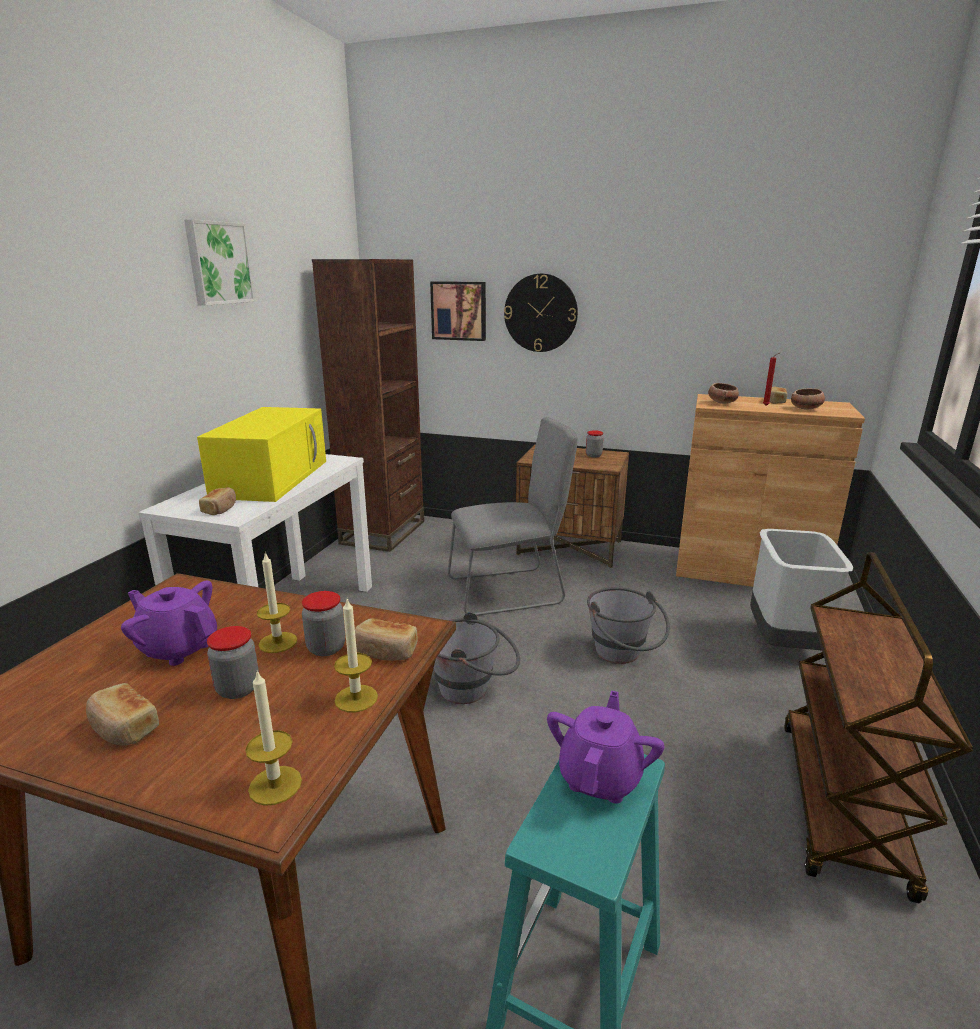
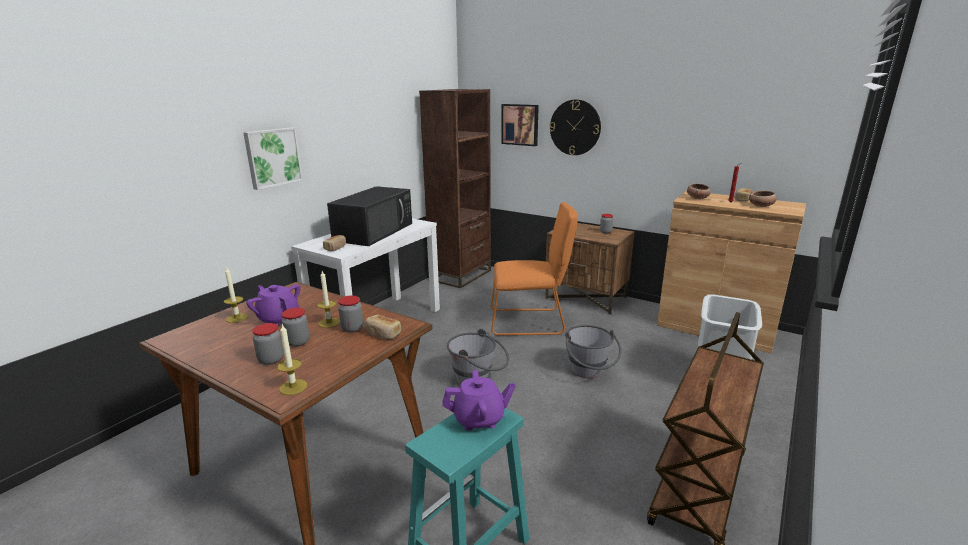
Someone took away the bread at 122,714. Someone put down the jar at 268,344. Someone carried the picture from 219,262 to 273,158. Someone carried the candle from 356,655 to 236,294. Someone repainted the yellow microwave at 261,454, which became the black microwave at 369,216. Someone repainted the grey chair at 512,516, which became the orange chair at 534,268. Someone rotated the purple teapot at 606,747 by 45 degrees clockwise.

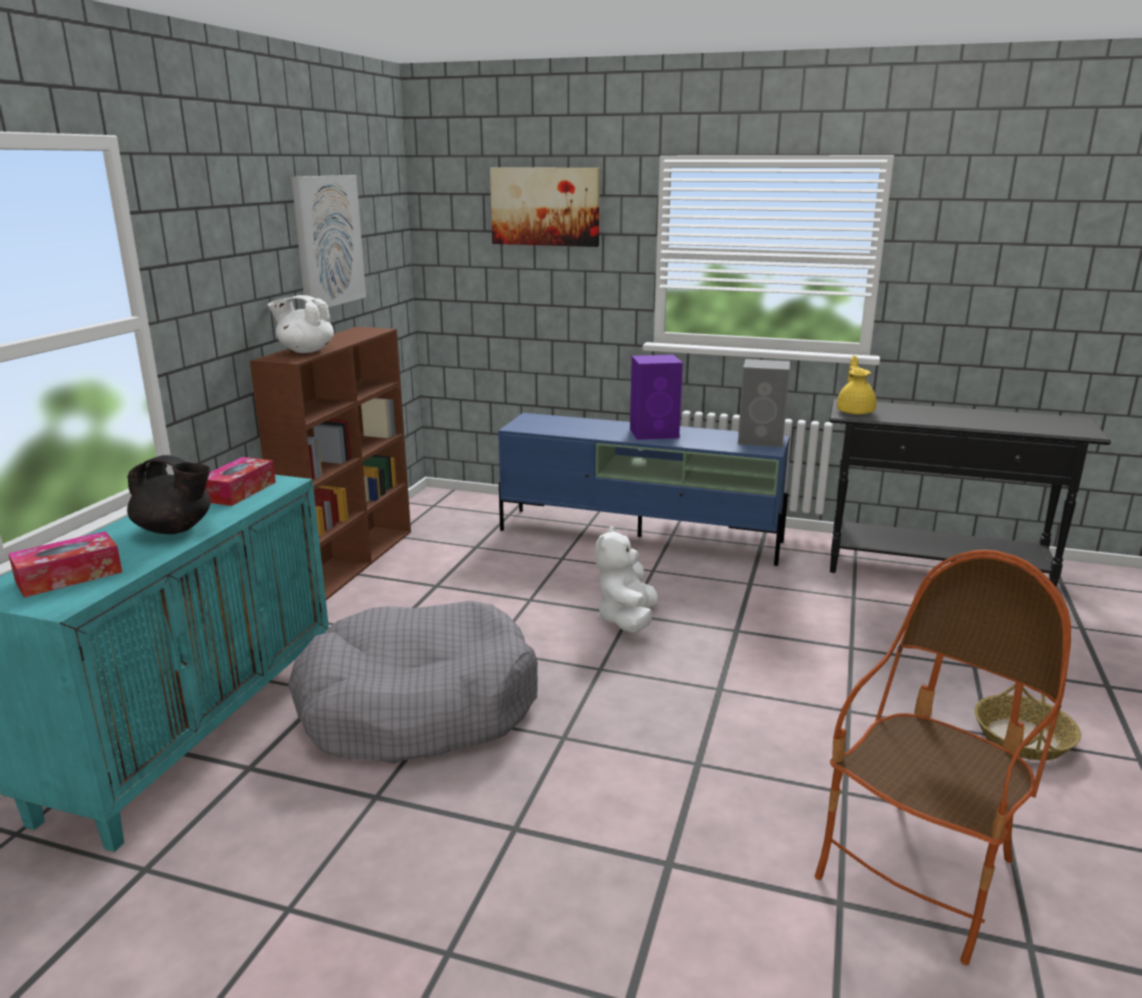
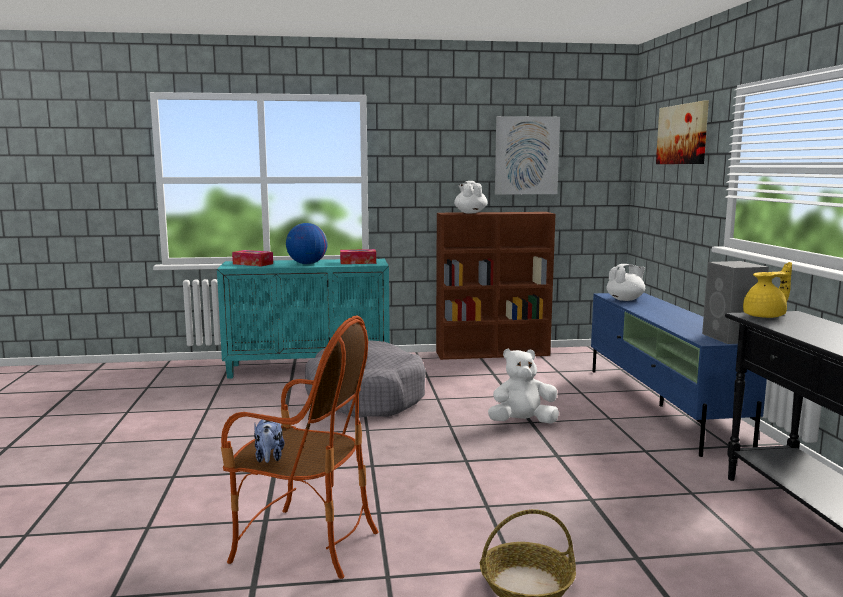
Someone took away the purple speaker at 656,397. Someone put down the plush toy at 269,441. Someone put down the white teapot at 626,282. Someone swapped the black teapot at 169,494 for the globe at 307,243.

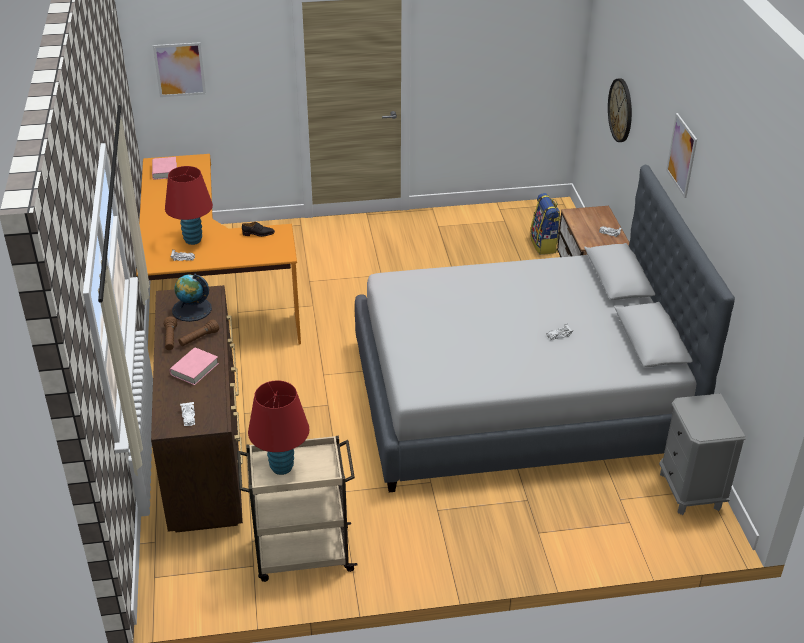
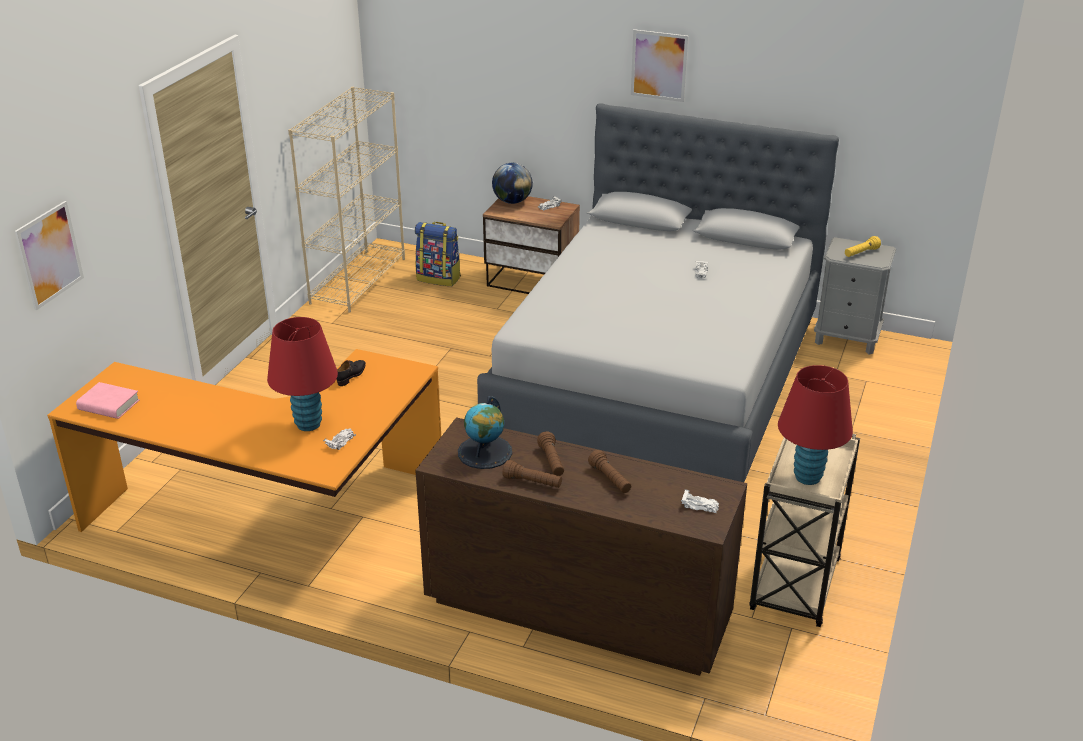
Someone took away the wall clock at 620,110. Someone put down the beige bookcase at 346,200. Someone put down the globe at 512,183. Someone put down the yellow flashlight at 863,246. Someone swapped the pink book at 194,366 for the brown flashlight at 609,471.

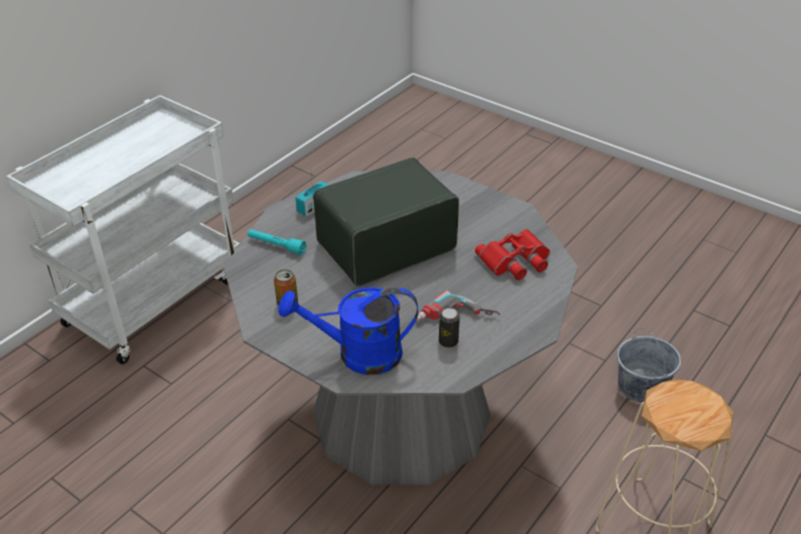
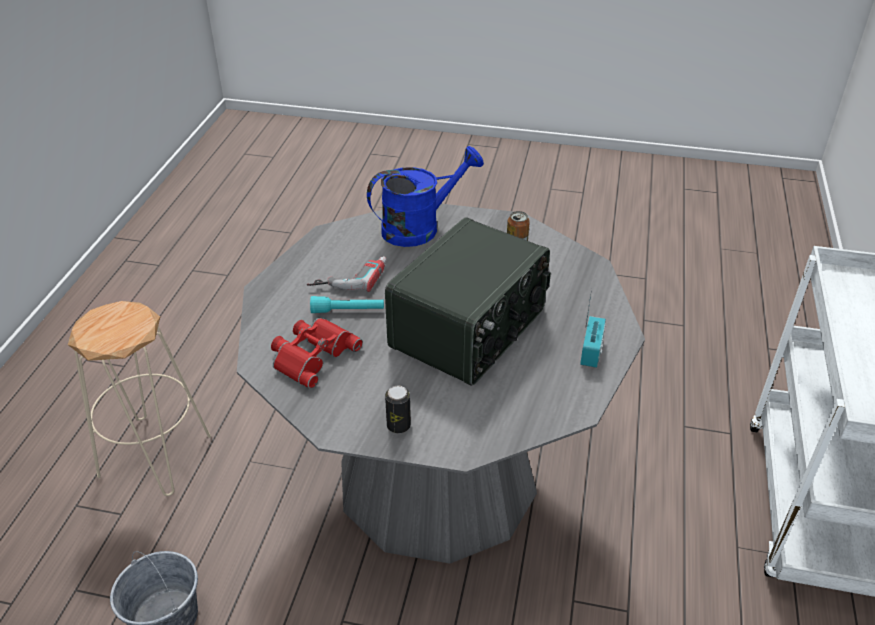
Someone carried the turquoise flashlight from 277,242 to 347,304. Someone carried the can from 449,328 to 398,409.

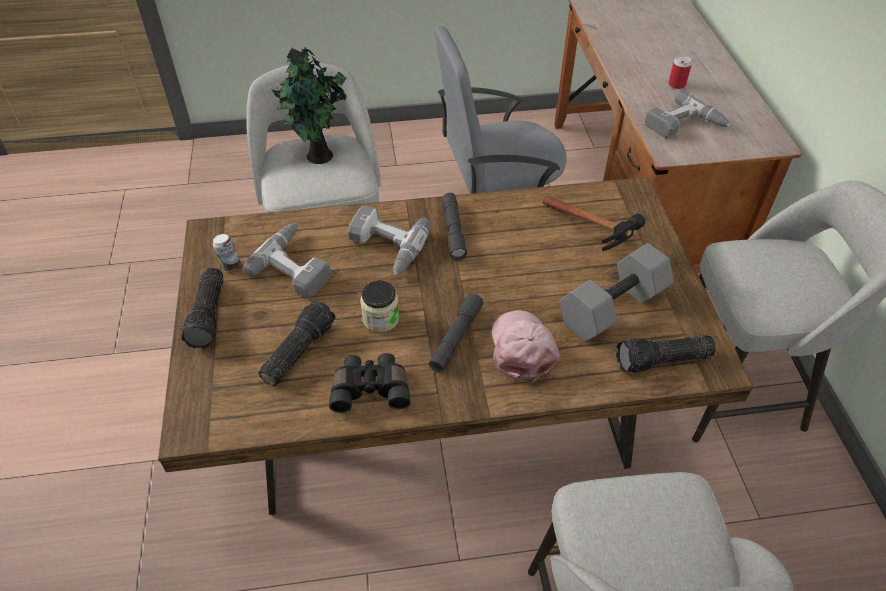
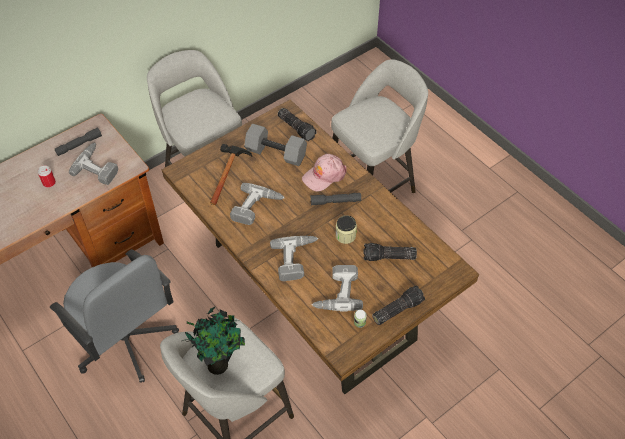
Someone took away the black binoculars at 369,383. Someone put down the power drill at 257,204. Someone carried the grey flashlight from 454,227 to 78,141.

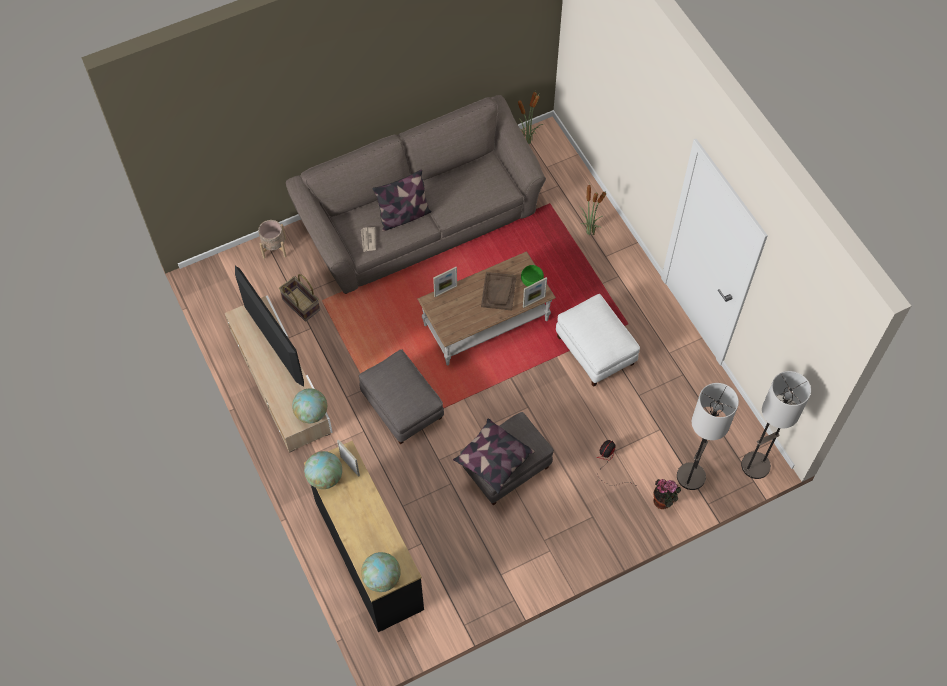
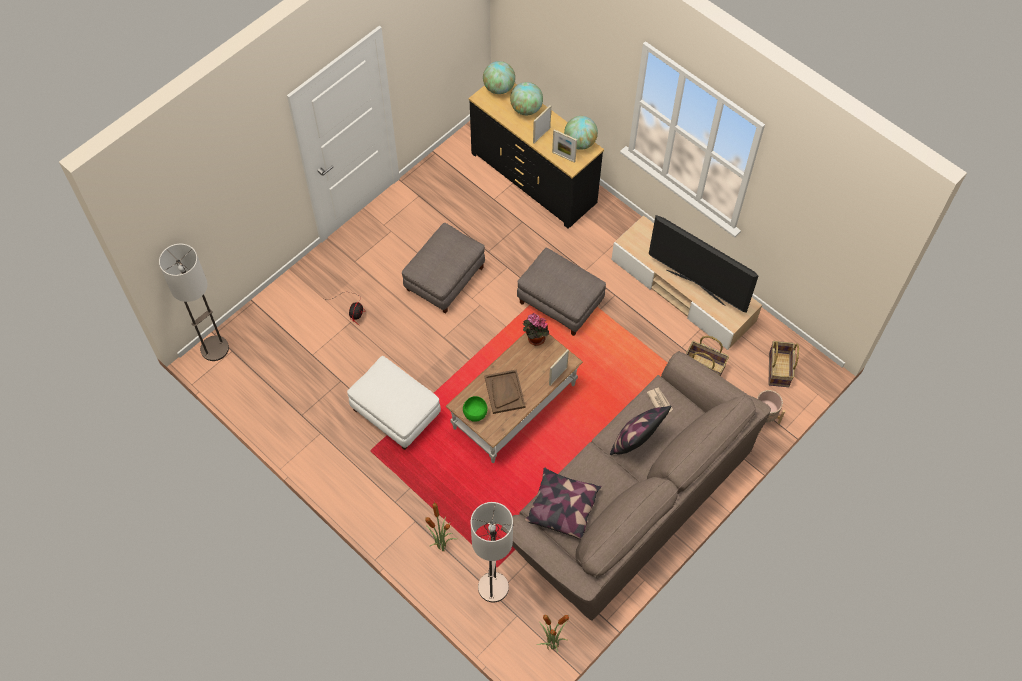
Someone put down the basket at 784,364. Someone carried the globe from 309,405 to 526,98. Someone carried the pillow from 494,456 to 563,503. Someone carried the picture frame from 535,292 to 542,124. Someone carried the potted plant from 667,494 to 536,329. Someone carried the floor lamp from 708,436 to 492,552.

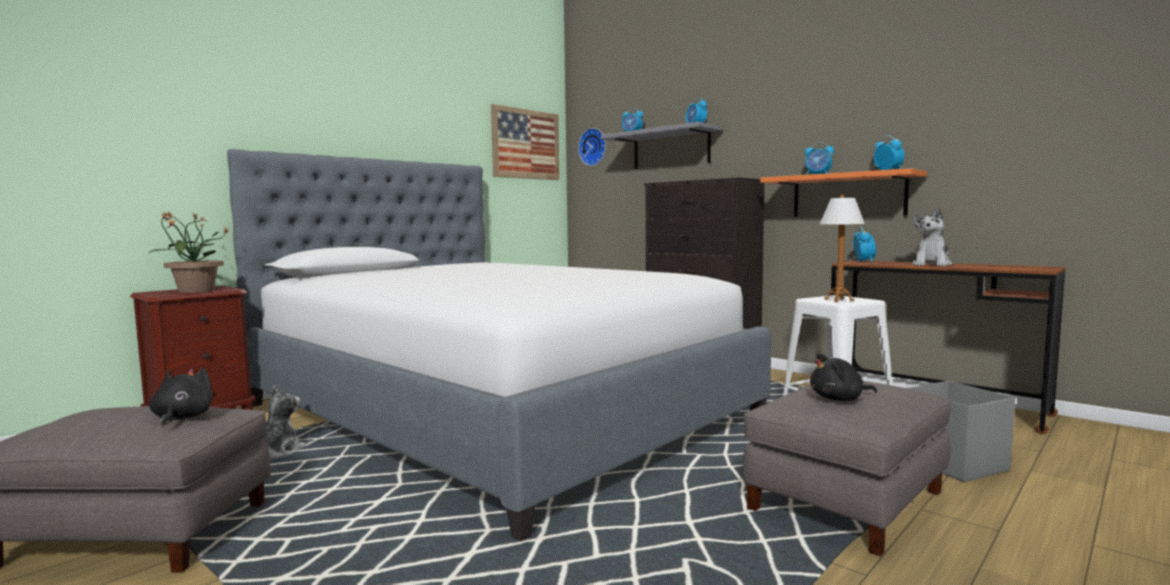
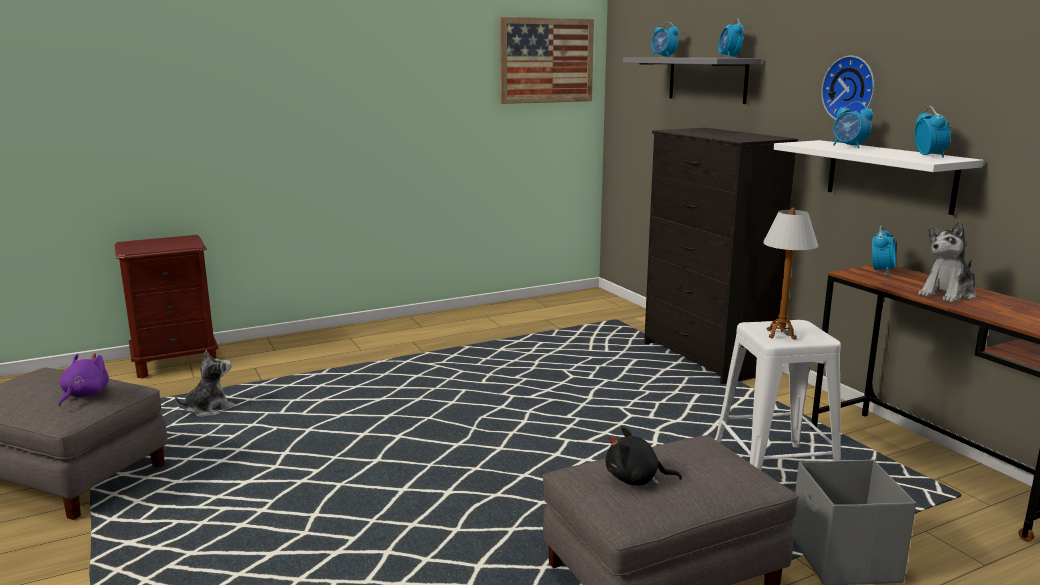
Someone took away the potted plant at 189,252. Someone took away the bed at 499,345. Someone carried the wall clock from 592,147 to 847,88. Someone repainted the black plush toy at 181,398, which became the purple plush toy at 84,379. Someone repainted the orange shelf at 843,192, which became the white shelf at 879,177.

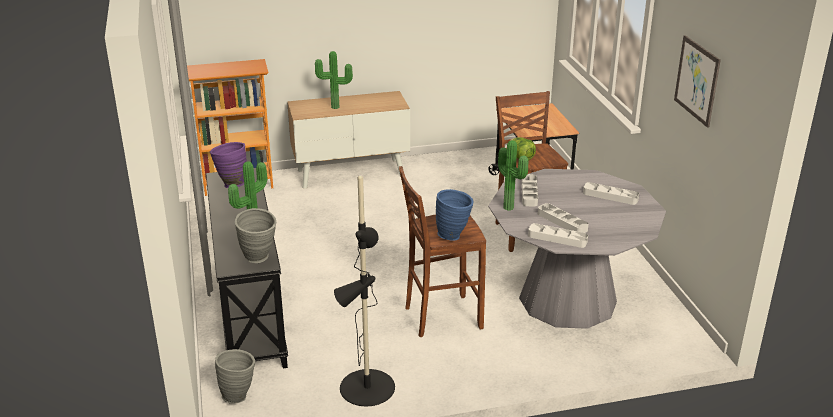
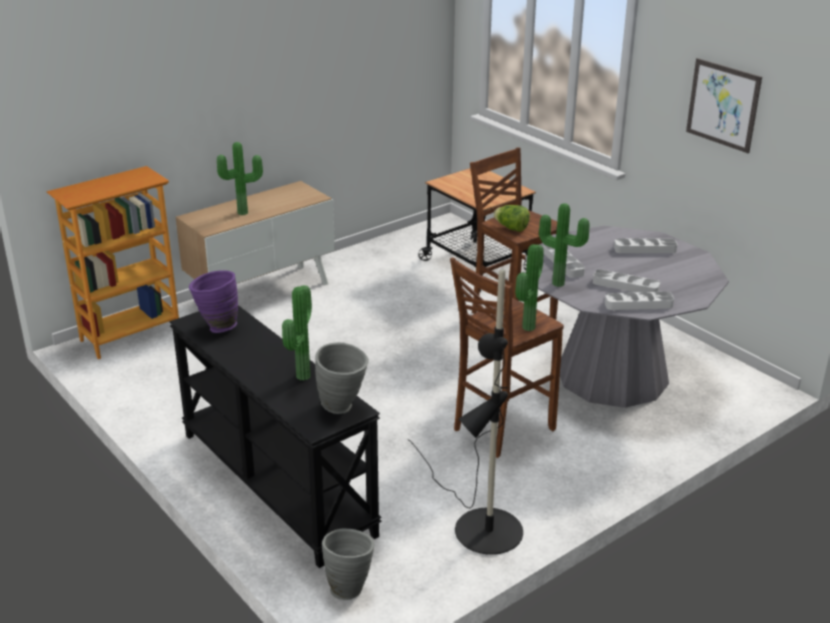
Someone swapped the blue vase at 455,215 for the potted plant at 529,287.

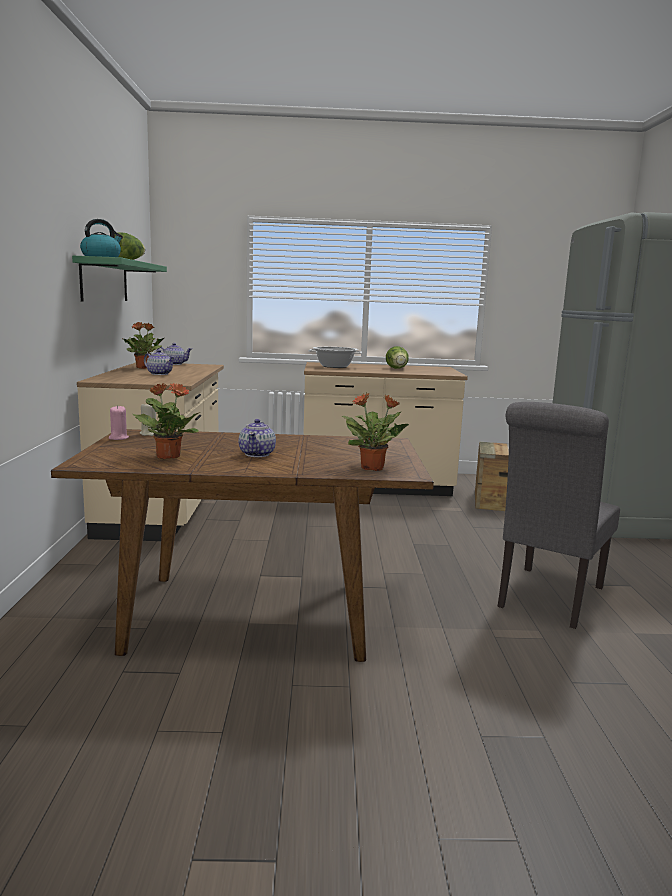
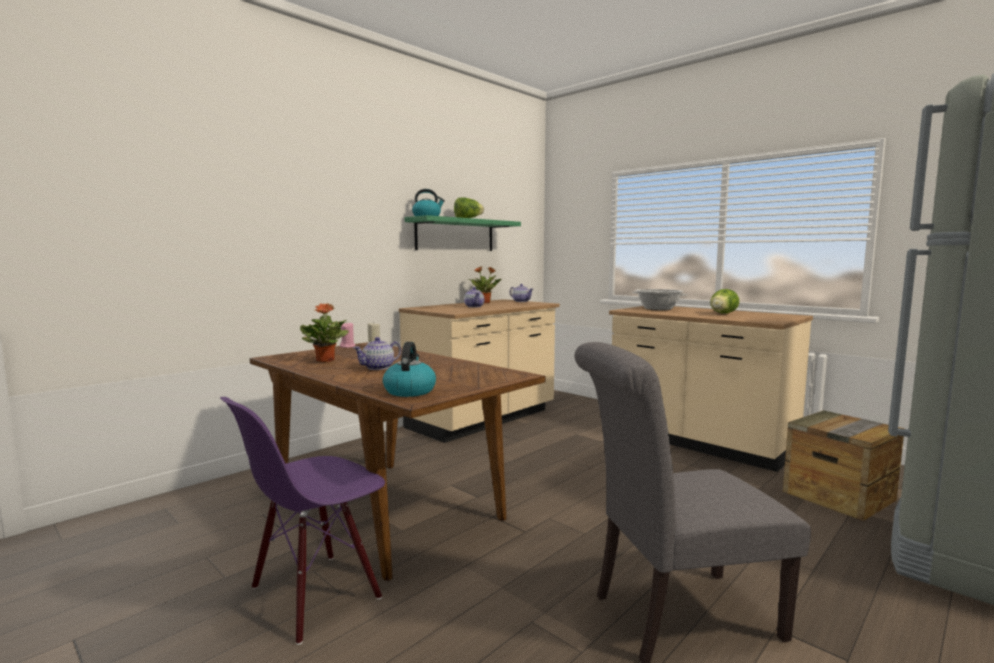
Someone put down the purple chair at 302,521. Someone swapped the potted plant at 375,432 for the kettle at 409,369.

